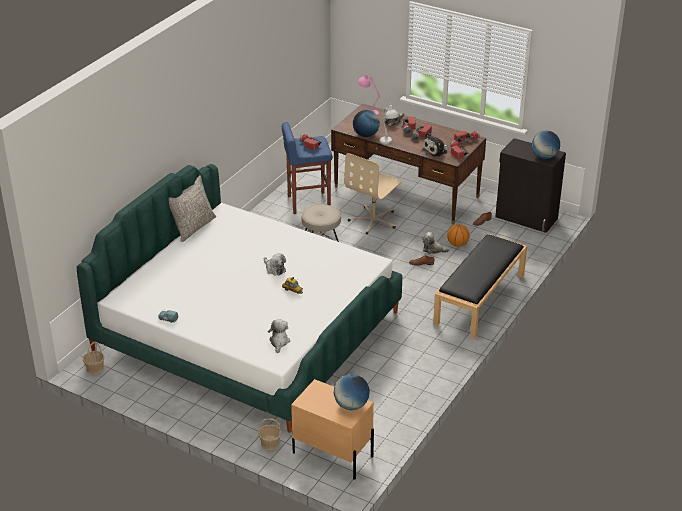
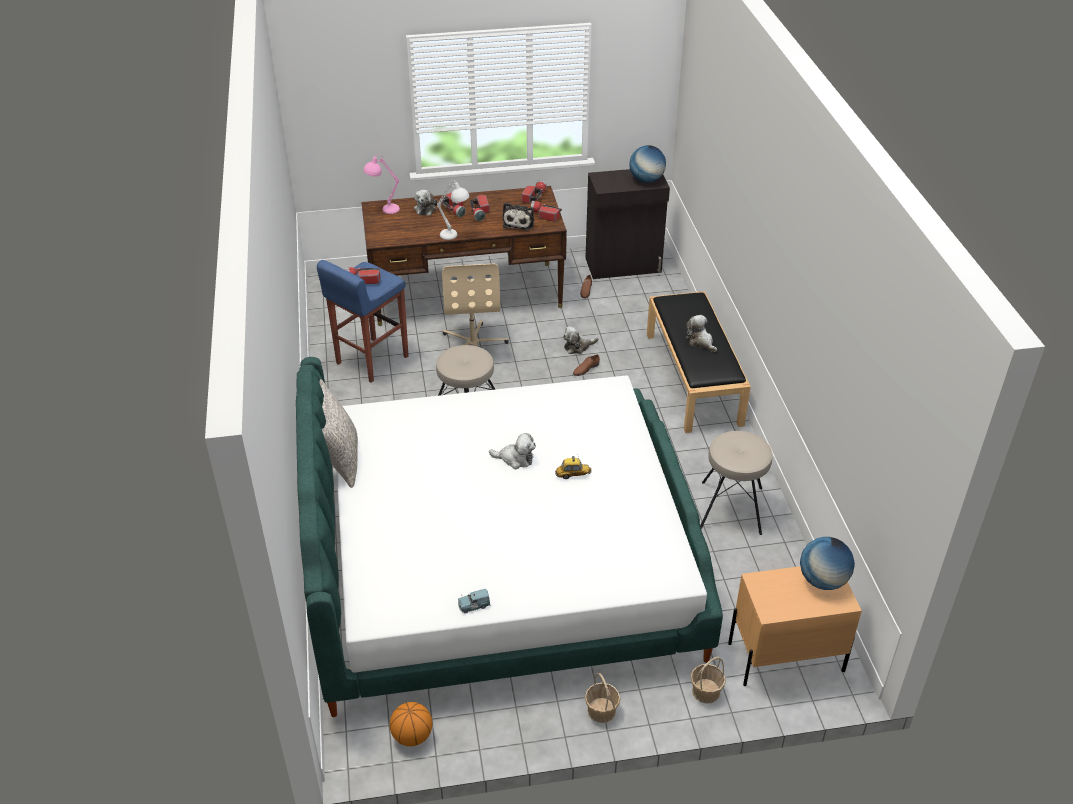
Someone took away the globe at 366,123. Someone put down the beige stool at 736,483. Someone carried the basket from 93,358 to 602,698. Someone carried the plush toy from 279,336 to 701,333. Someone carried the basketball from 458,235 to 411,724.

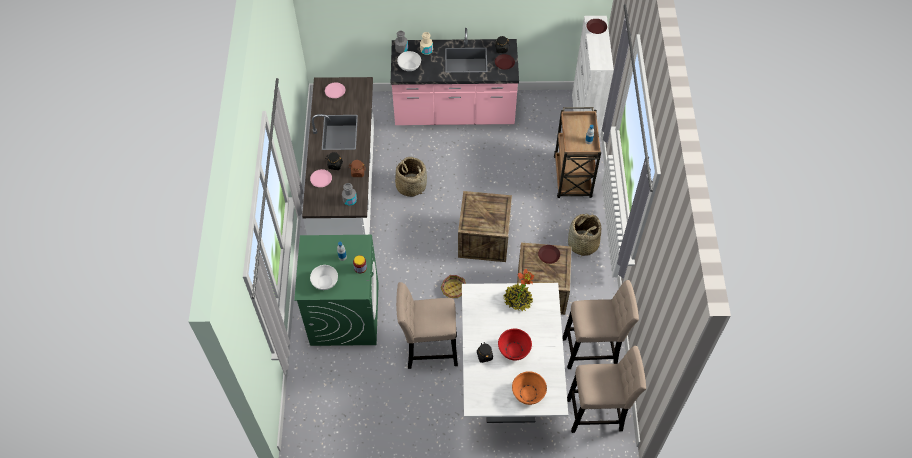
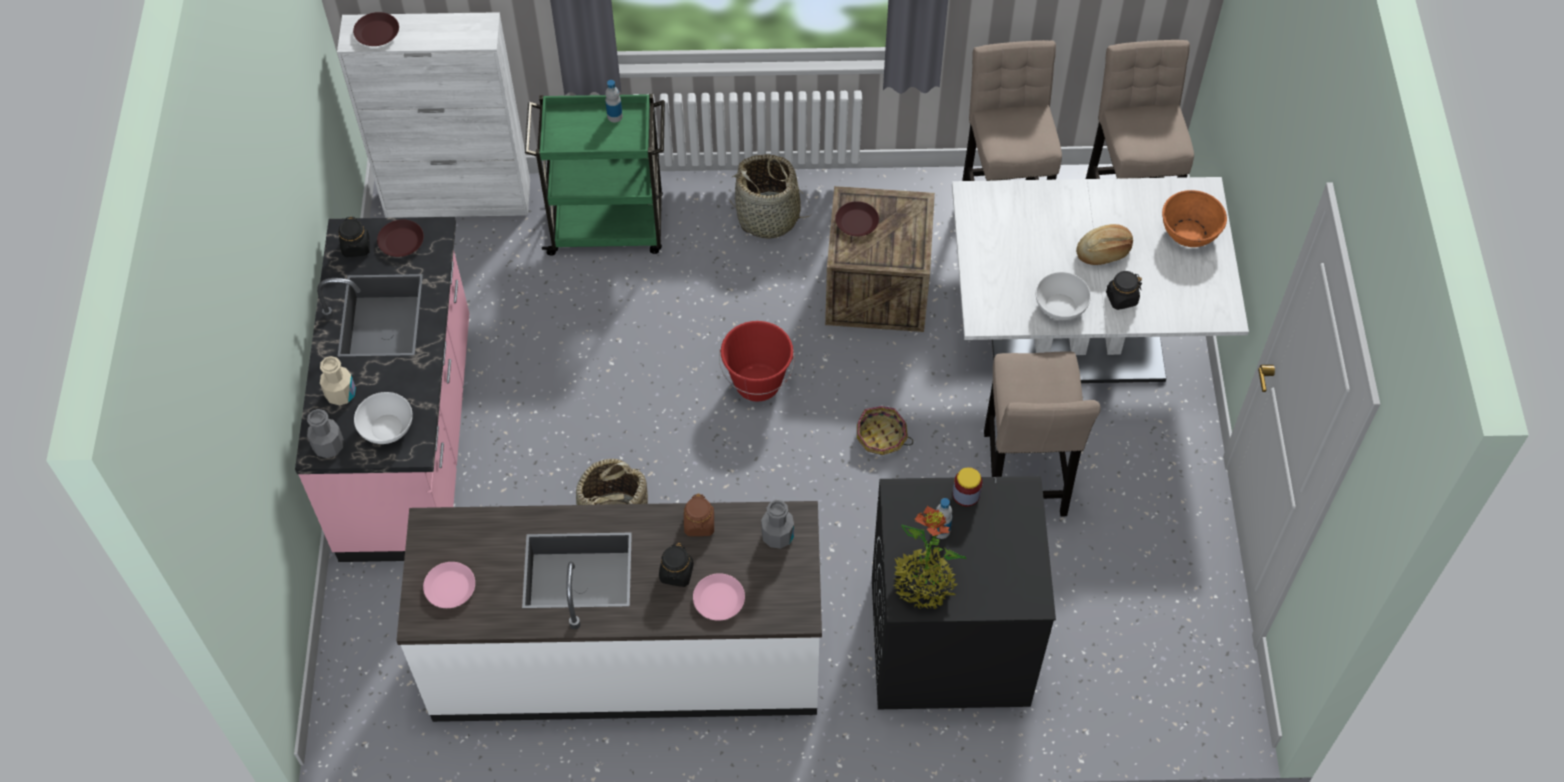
Someone carried the white bowl from 324,277 to 1063,296. Someone carried the potted plant from 518,290 to 930,557. Someone swapped the crate at 485,226 for the red bucket at 757,361. Someone swapped the red bowl at 515,344 for the bread at 1104,244. Someone repainted the green washing machine at 336,290, which became the black washing machine at 964,592. Someone repainted the brown cart at 577,152, which became the green cart at 595,175.

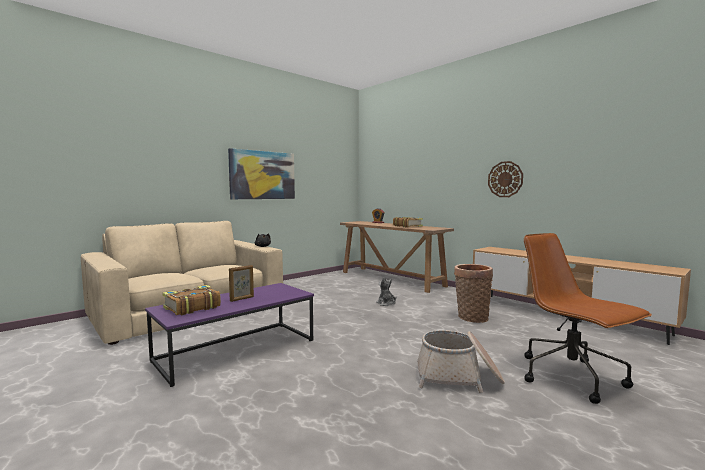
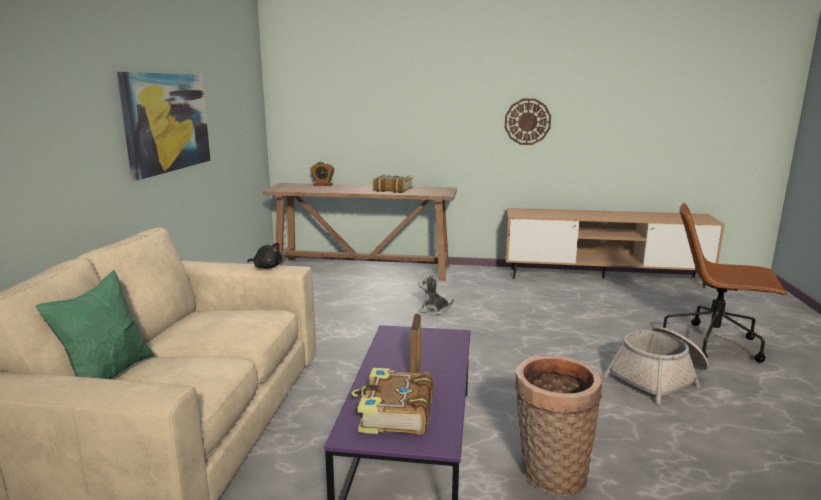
Someone put down the green pillow at 95,324. Someone carried the basket from 473,293 to 558,426.

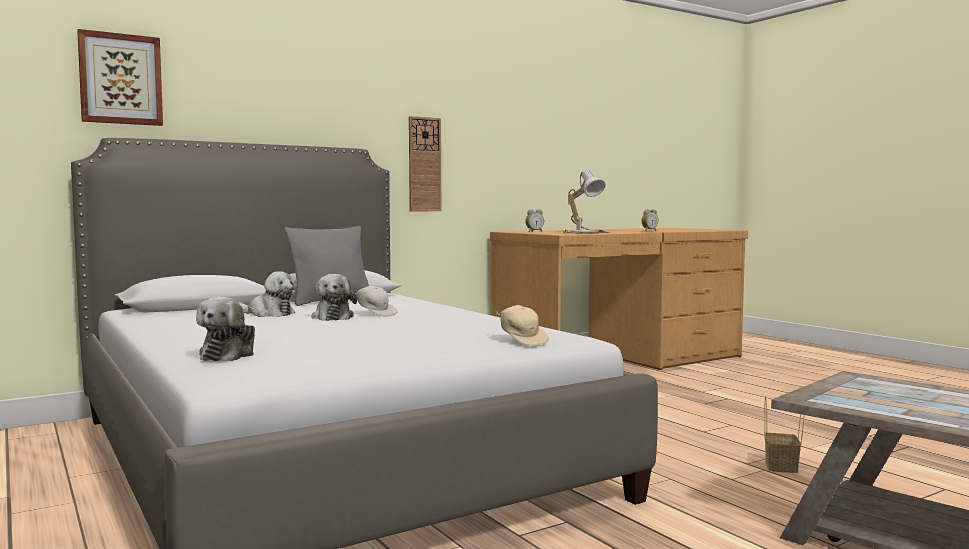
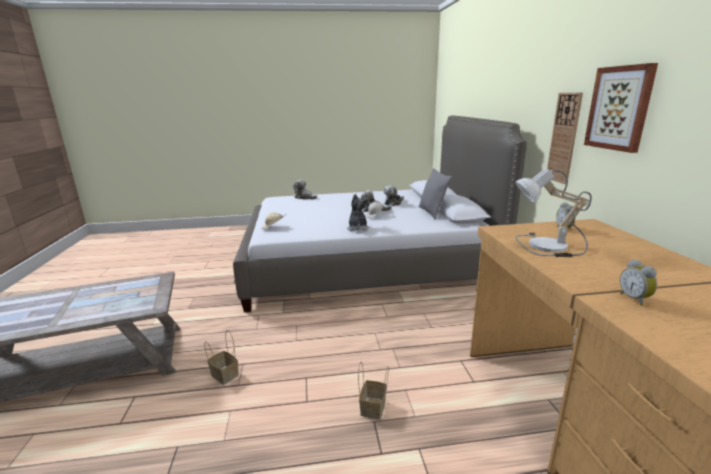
Someone put down the plush toy at 358,212. Someone put down the basket at 373,391. Someone carried the picture from 120,77 to 621,108.

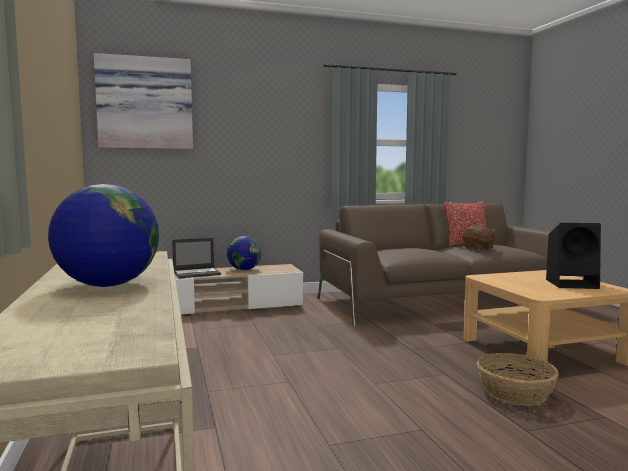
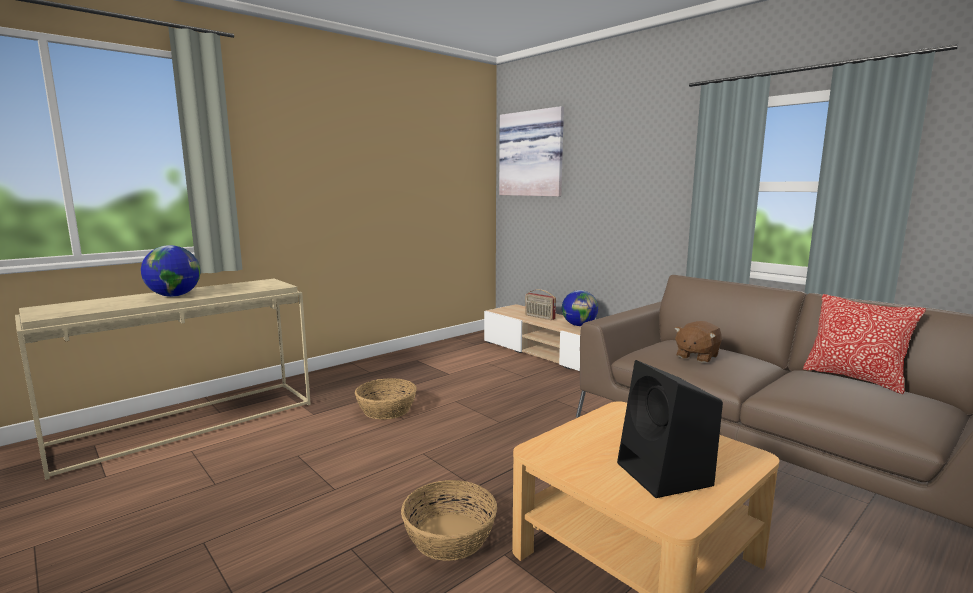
Someone put down the basket at 386,399. Someone carried the brown plush toy from 479,237 to 698,342. Someone swapped the laptop at 196,258 for the radio at 540,304.

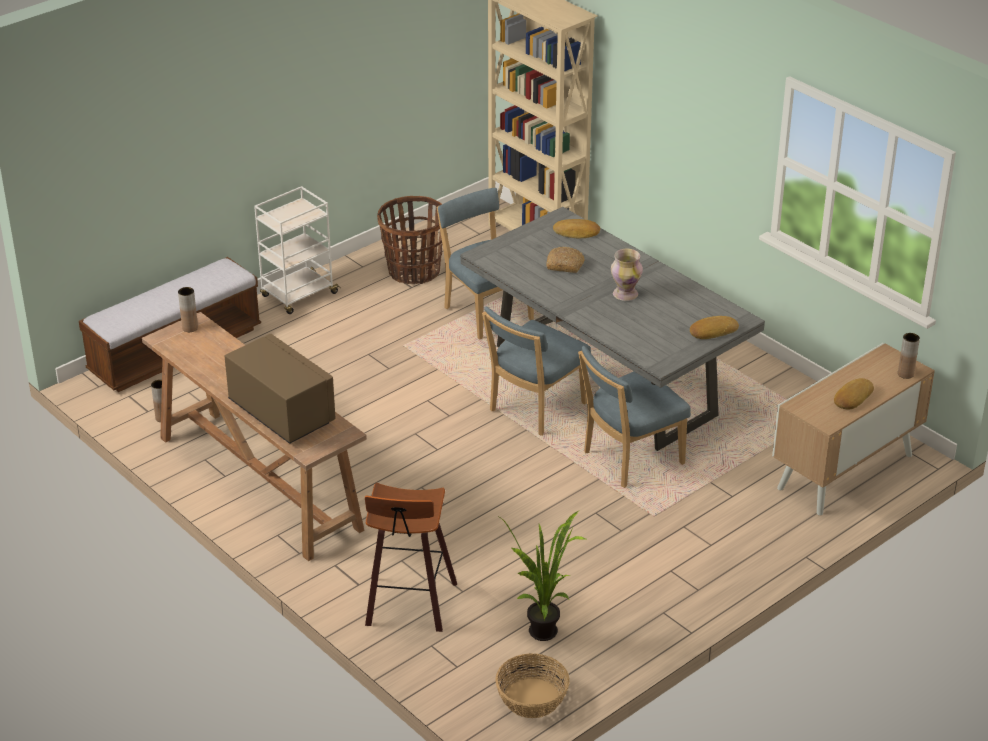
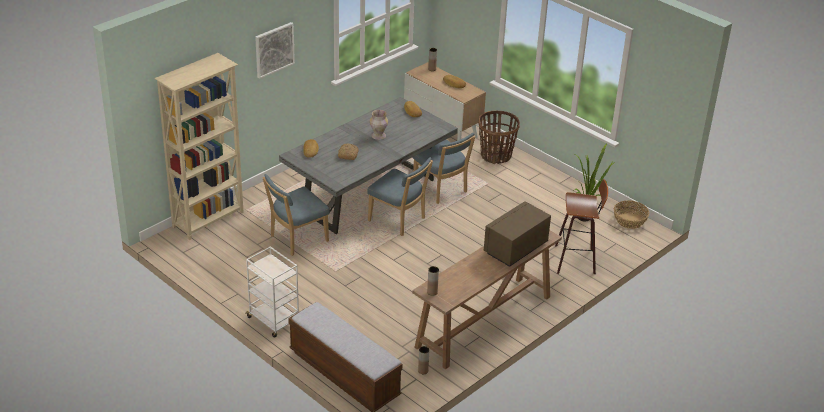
Someone put up the picture at 275,50. Someone carried the basket from 409,240 to 499,137.

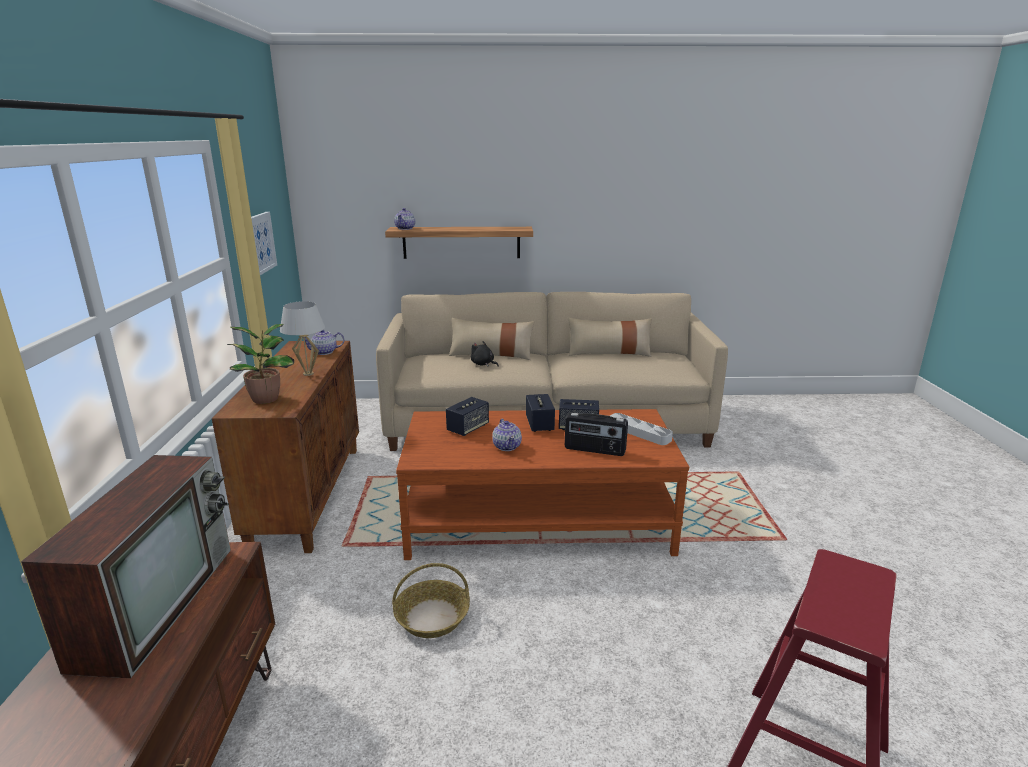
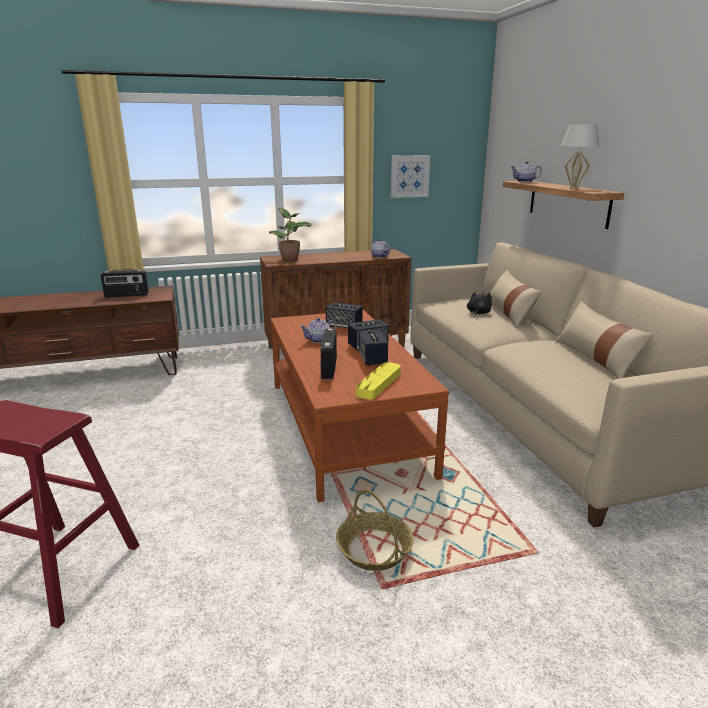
Someone carried the white table lamp from 302,338 to 580,156. Someone carried the basket from 431,600 to 375,530. Someone swapped the television at 126,566 for the radio at 125,283. Someone repainted the grey tray at 641,429, which became the yellow tray at 378,381.

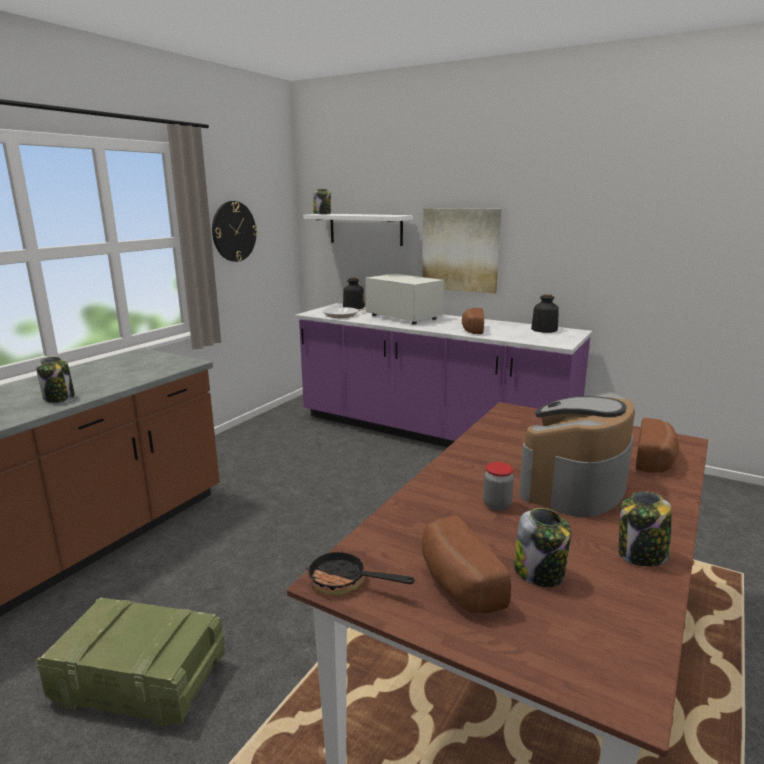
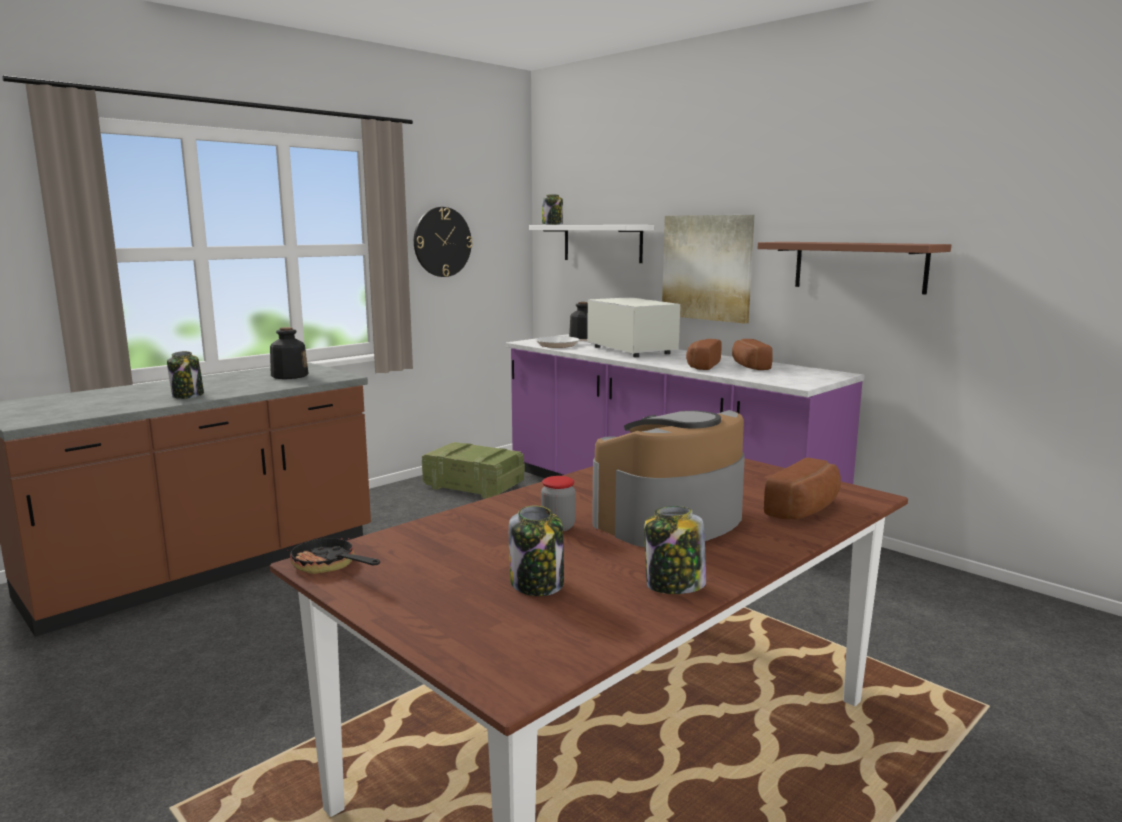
Someone put up the brown shelf at 854,268. Someone carried the crate from 130,662 to 473,470. Someone carried the bread from 466,564 to 752,354. Someone carried the bottle from 545,313 to 289,353.

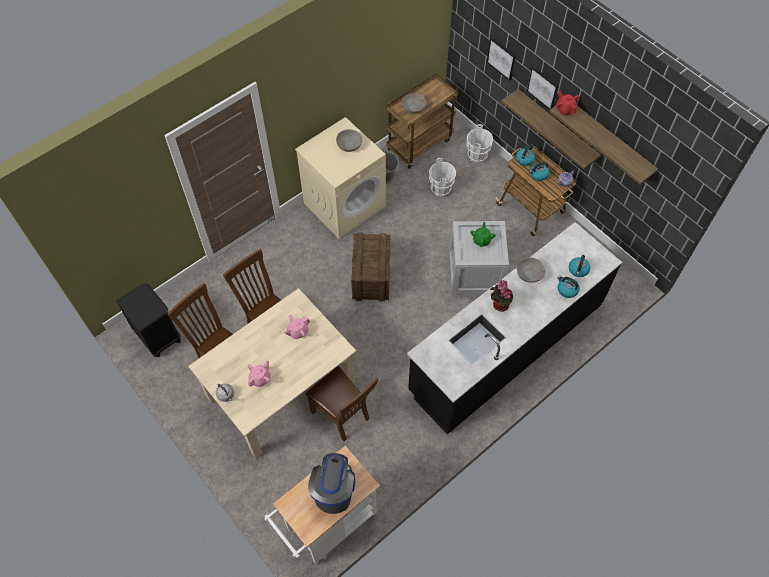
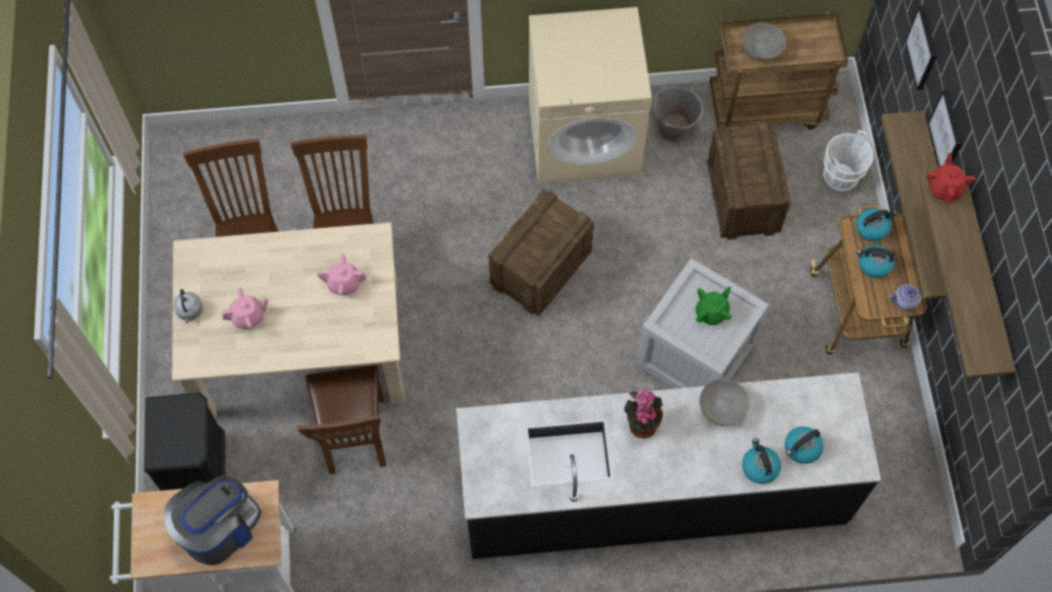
Someone took away the grey bowl at 349,140. Someone carried the black nightstand from 148,320 to 184,442. Someone swapped the white bucket at 442,177 for the crate at 749,181.

